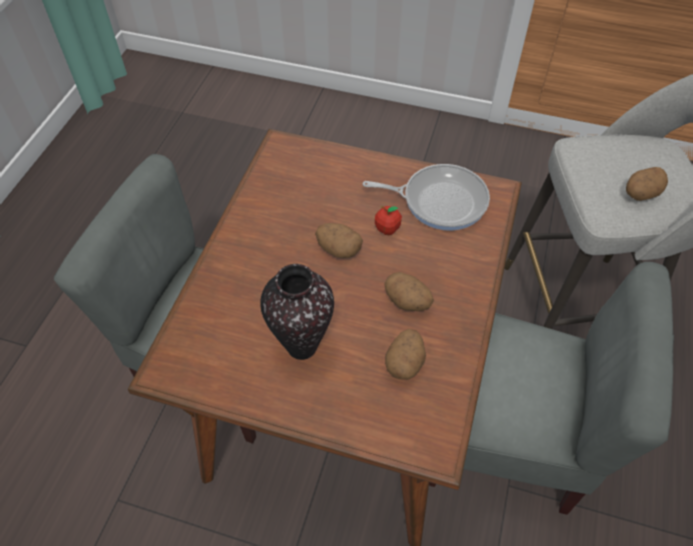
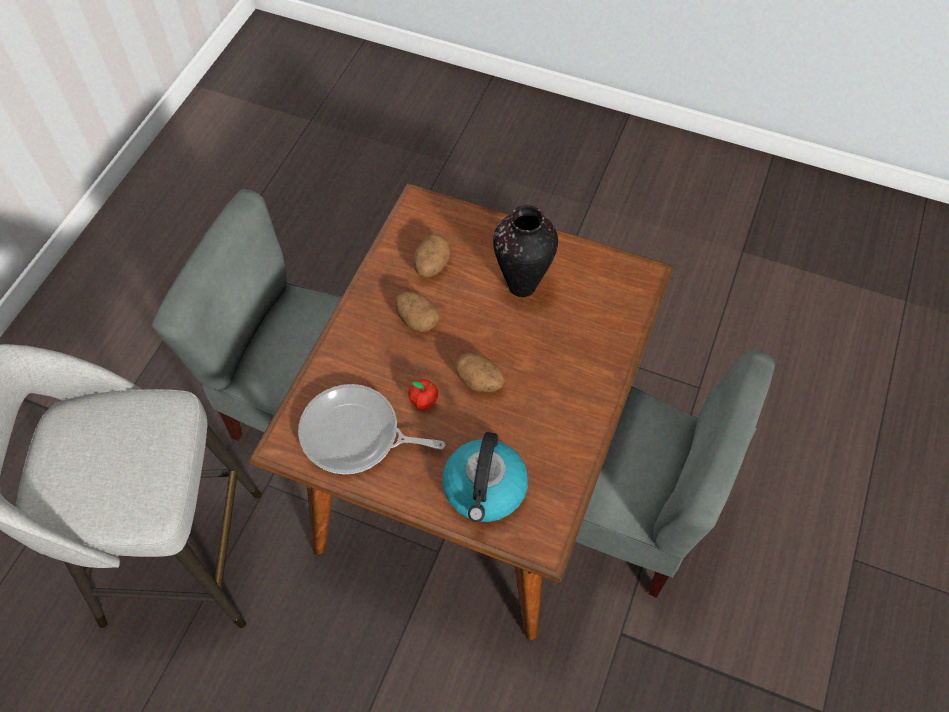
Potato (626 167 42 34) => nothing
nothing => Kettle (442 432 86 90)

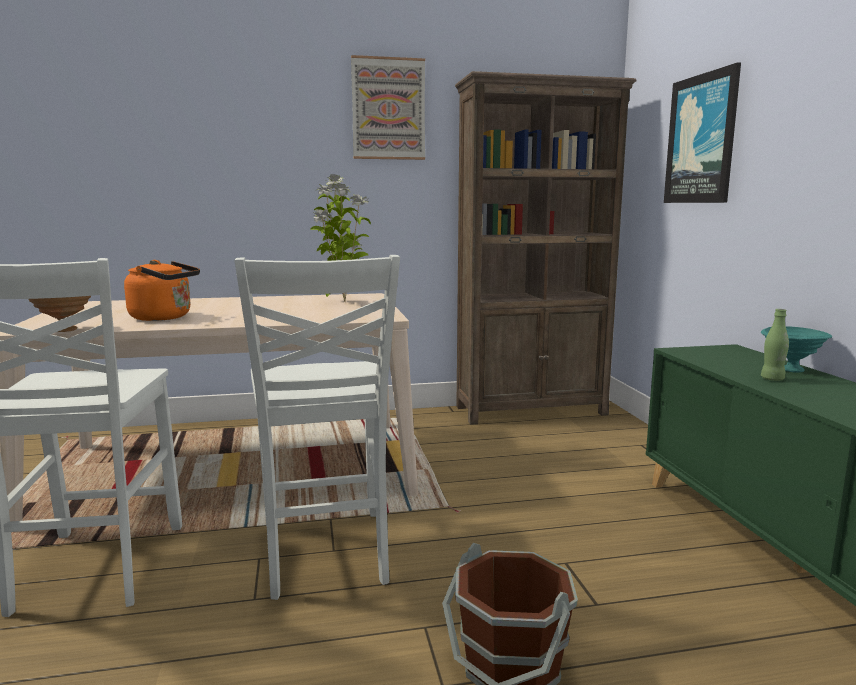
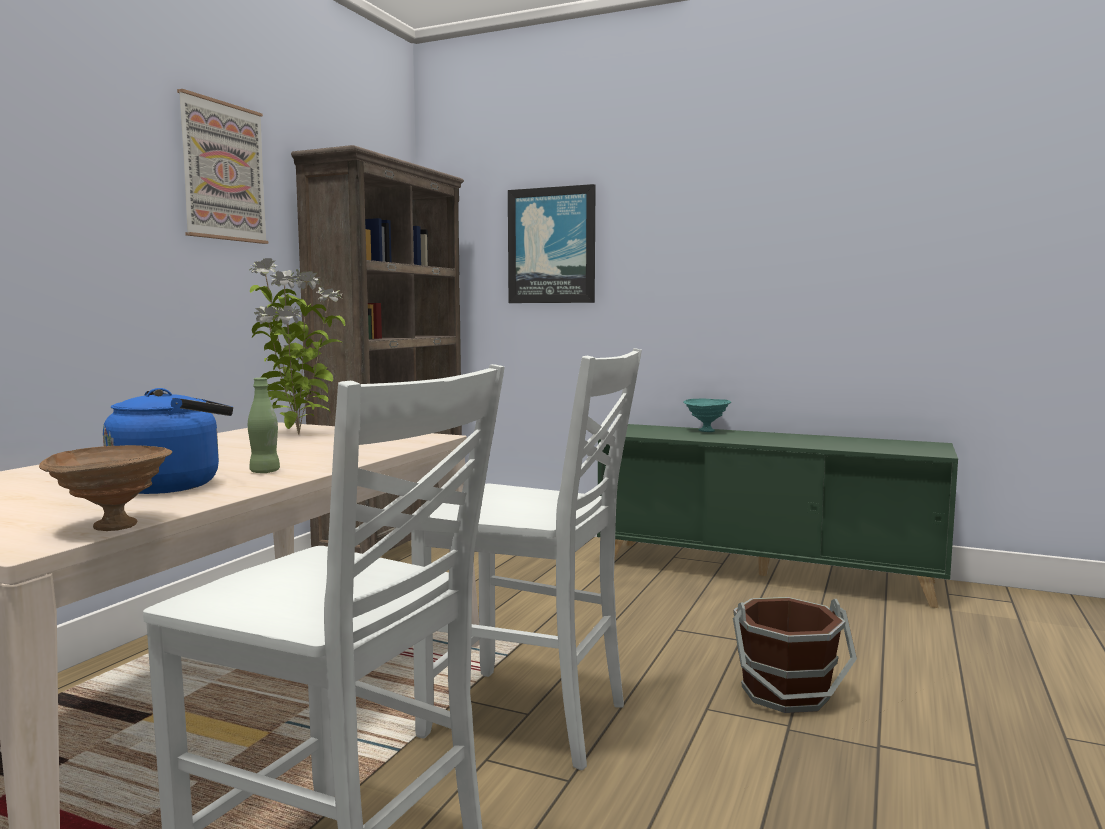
OrangeKettle (124 260 76 61) => BlueKettle (103 388 130 106)
GreenBottle (761 309 28 72) => GreenBottle (248 378 32 95), relocated

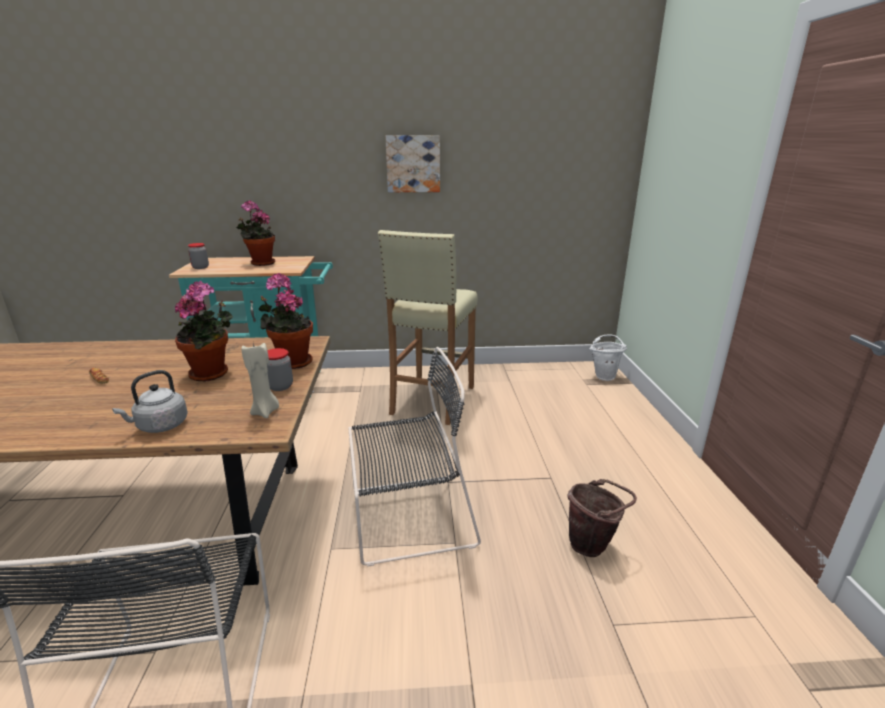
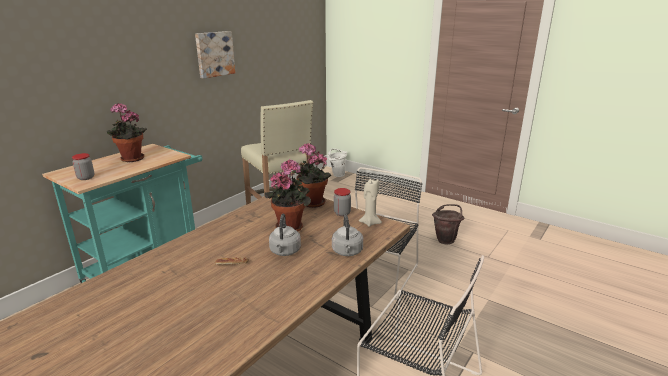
nothing => GreyKettle (269 214 32 42)

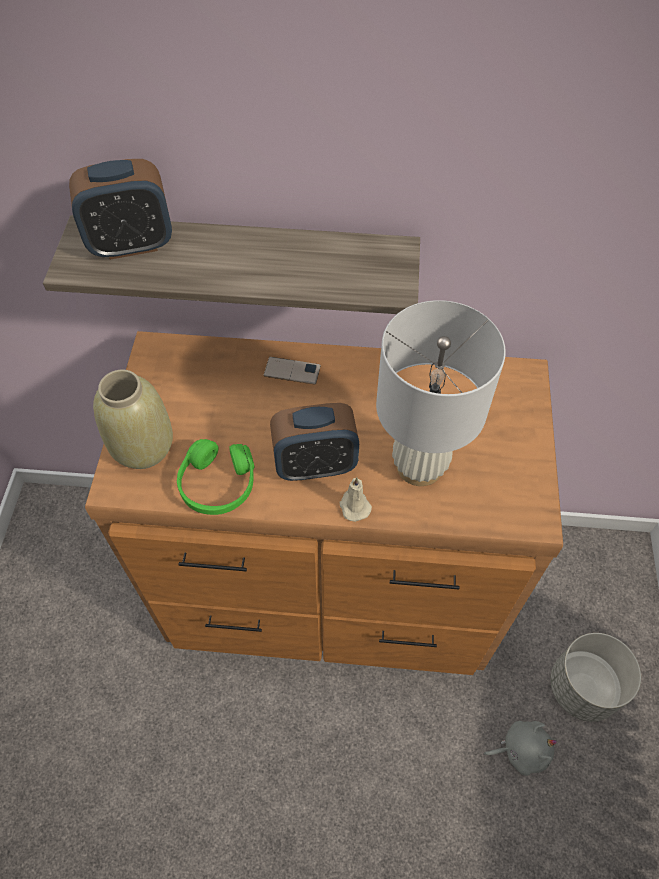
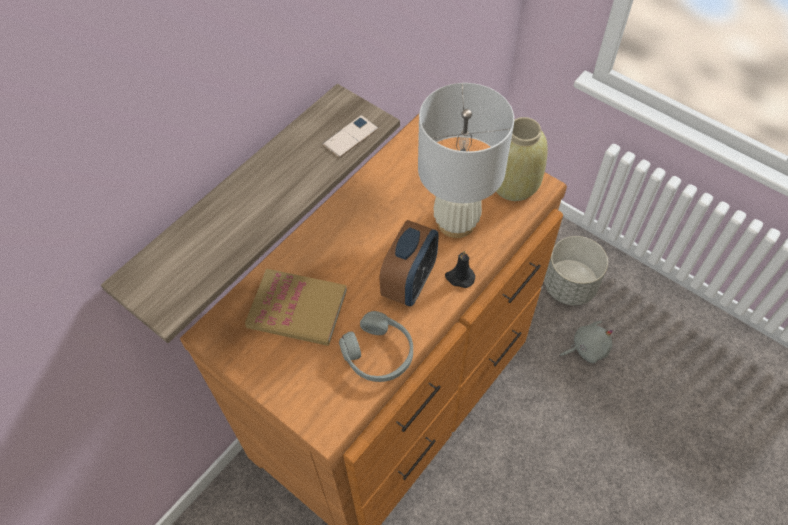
AlarmClock (69 159 103 101) => nothing
Phone (264 357 57 28) => Phone (323 115 55 43), relocated
BeigeVase (93 369 80 100) => BeigeVase (496 117 52 84), relocated
GreenHeadphones (177 439 78 76) => GreyHeadphones (339 311 74 71)
BeigeCandle (340 477 32 45) => BlackCandle (445 251 30 37)
GreyPlushToy (483 721 74 55) => GreyPlushToy (560 321 53 42), 45 degrees clockwise
nothing => Book (245 269 102 77)

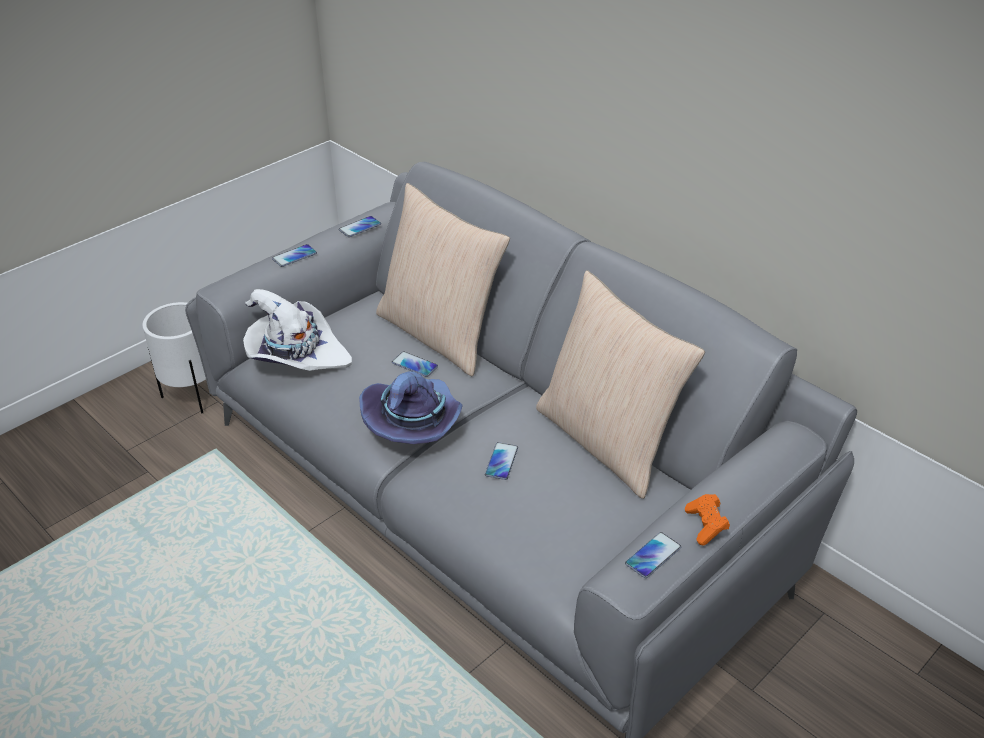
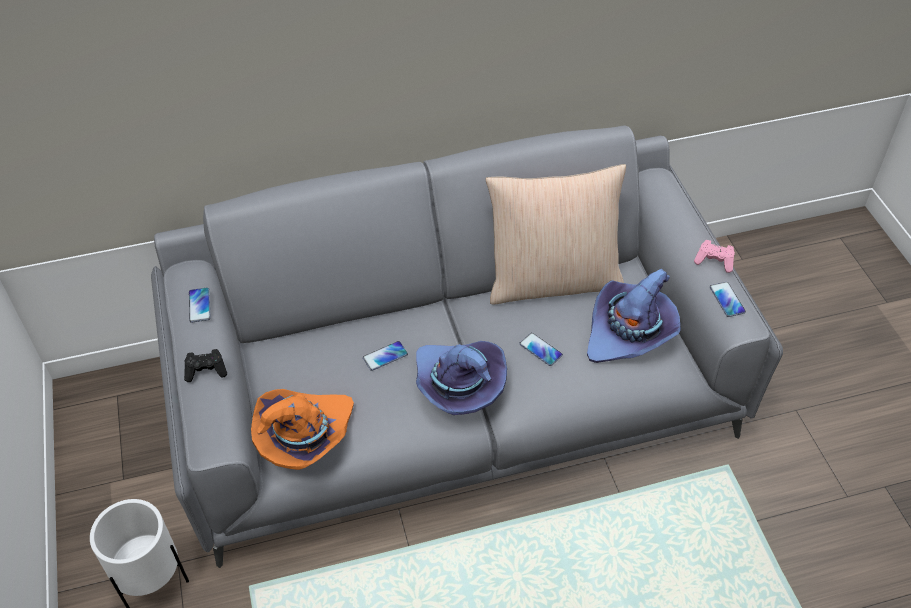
BeigePillow (376 183 134 193) => nothing
Phone (272 244 45 23) => BlackGameController (184 349 43 33)
WhiteHat (243 289 109 82) => OrangeHat (251 389 103 81)
OrangeGameController (685 494 45 51) => PinkGameController (694 240 41 33)
nothing => PurpleHat (587 269 94 94)

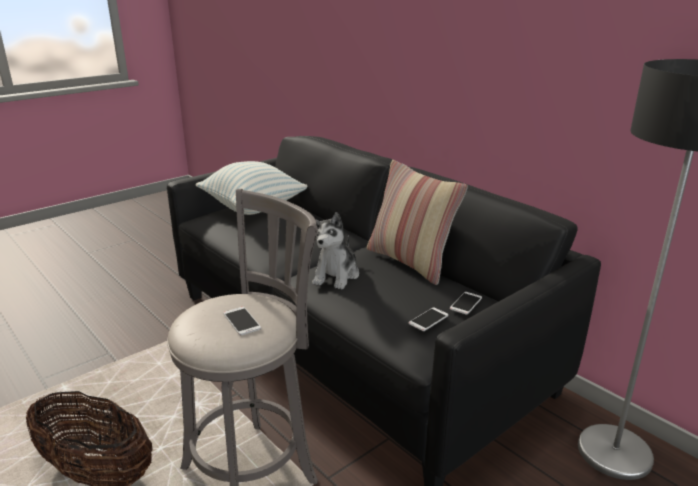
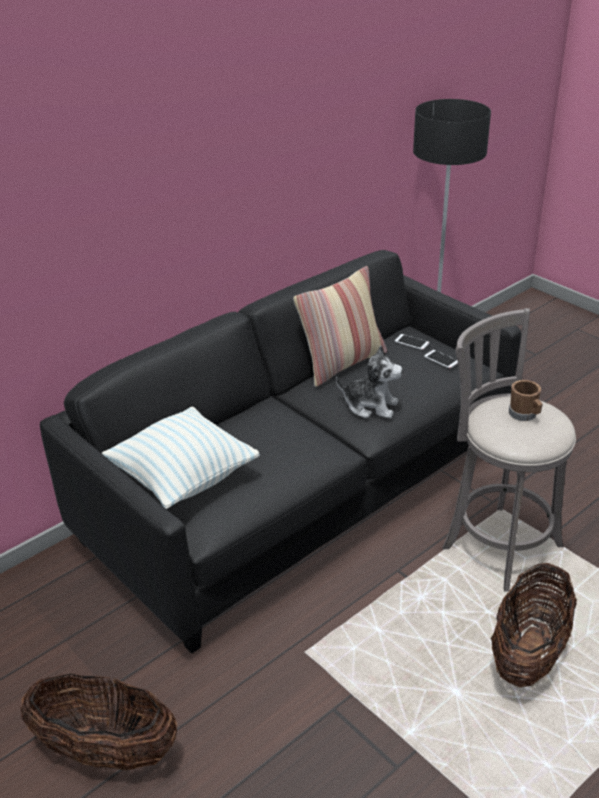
Phone (223 307 38 28) => BrownMug (509 380 34 41)
nothing => Basket (20 673 157 97)

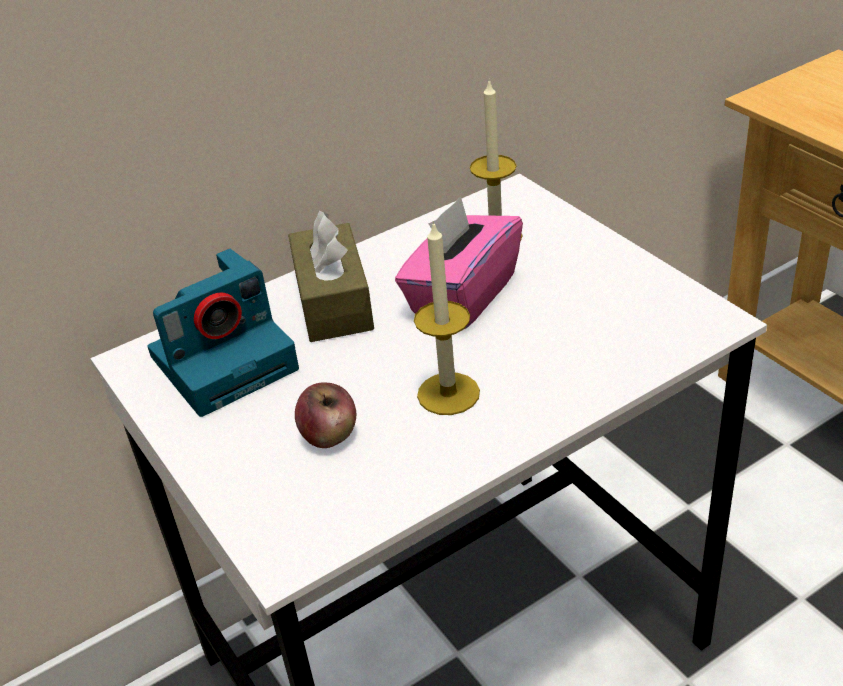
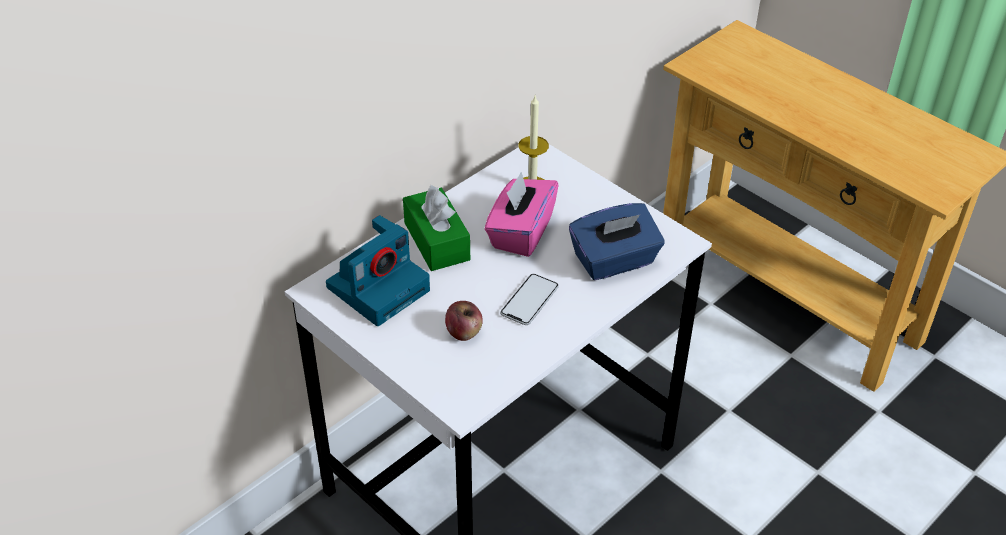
BrownTissueBox (288 211 86 131) => GreenTissueBox (403 185 67 86)
Candle (414 221 66 194) => Phone (500 274 59 51)
nothing => BlueTissueBox (569 203 96 77)

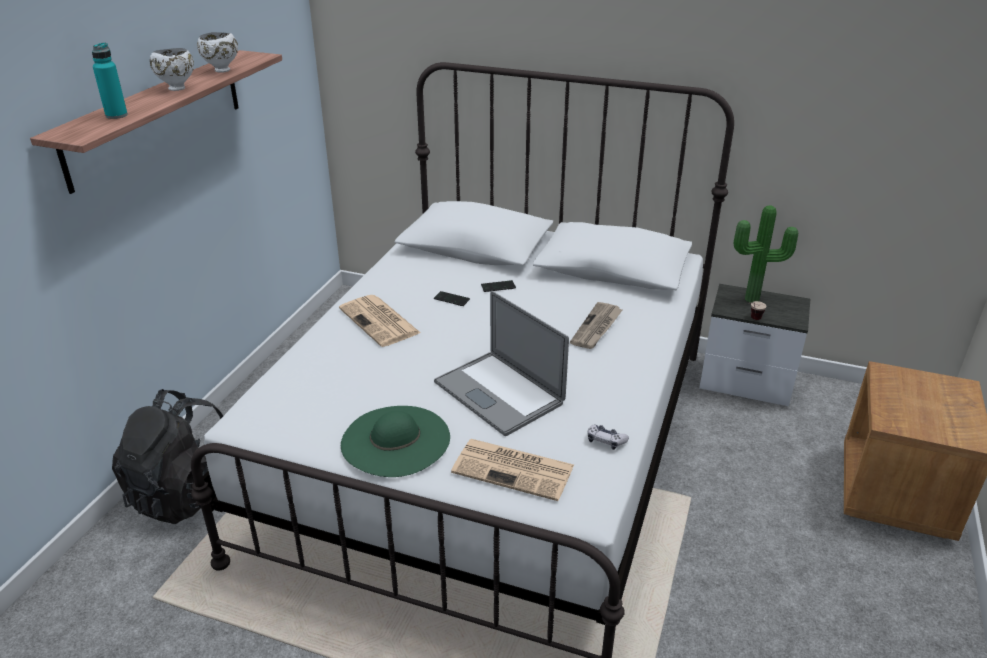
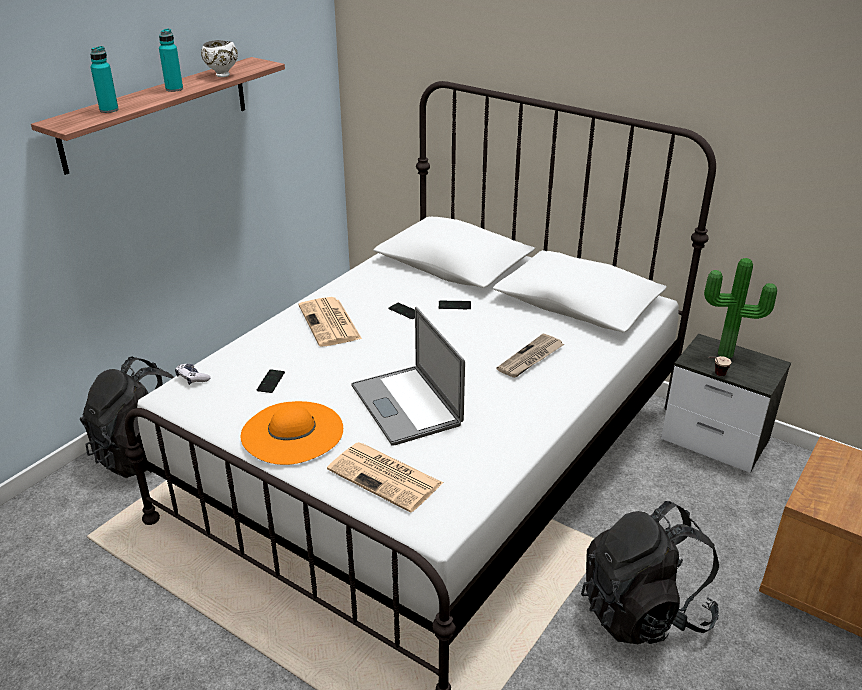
WhiteBowl (150 48 44 43) => TurquoiseBottle (159 28 24 64)
GreenHat (341 406 109 71) => OrangeHat (240 401 103 64)
GameController (588 424 41 26) => GameController (175 364 36 21), relocated
nothing => Phone (257 369 28 24)
nothing => BlackBackpack (581 501 138 143)

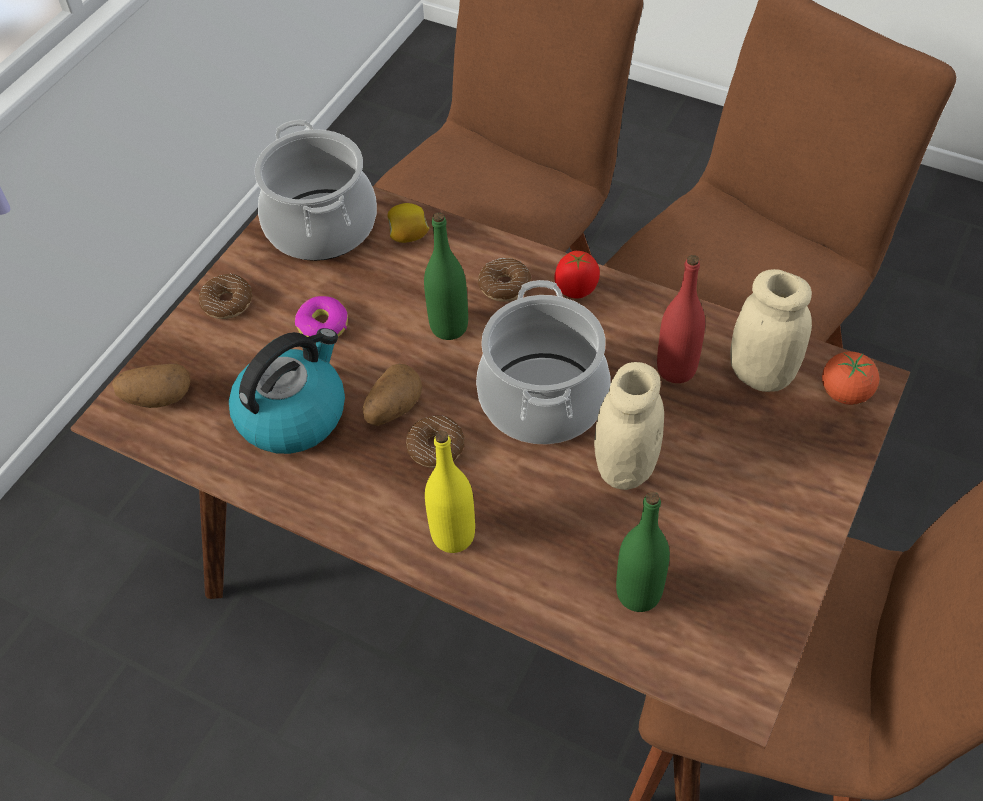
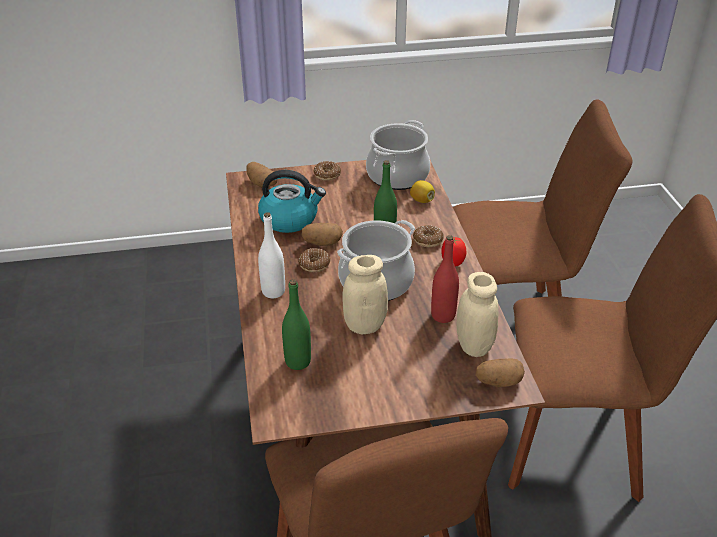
Donut (295 296 53 41) => nothing
Tomato (822 351 57 54) => Potato (475 358 50 29)
YellowBottle (425 431 50 122) => WhiteBottle (258 212 27 86)

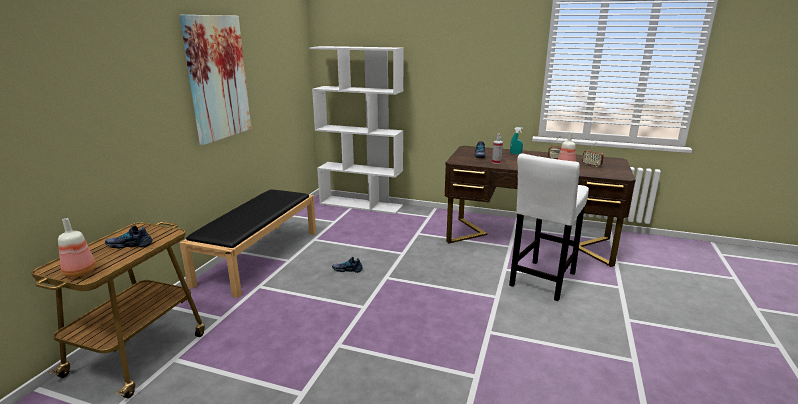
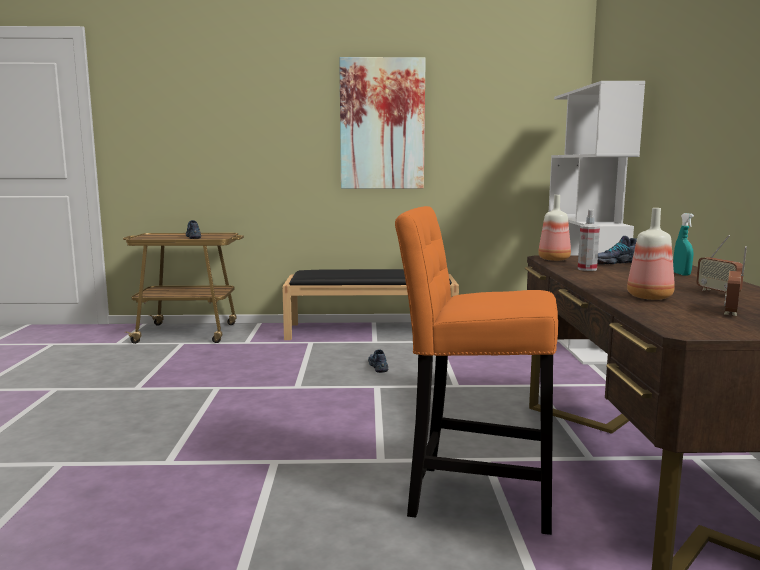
WhiteStool (509 153 80 148) => OrangeStool (395 206 163 329)
Bottle (58 218 38 59) => Bottle (538 195 33 66), relocated

